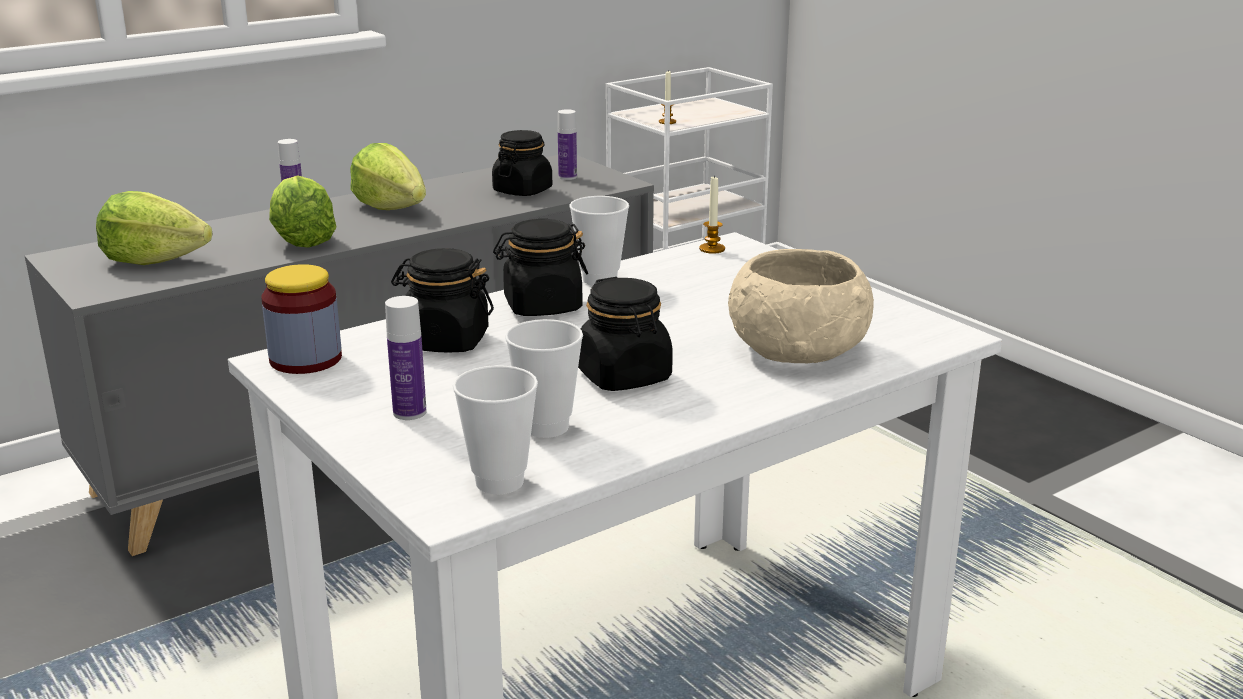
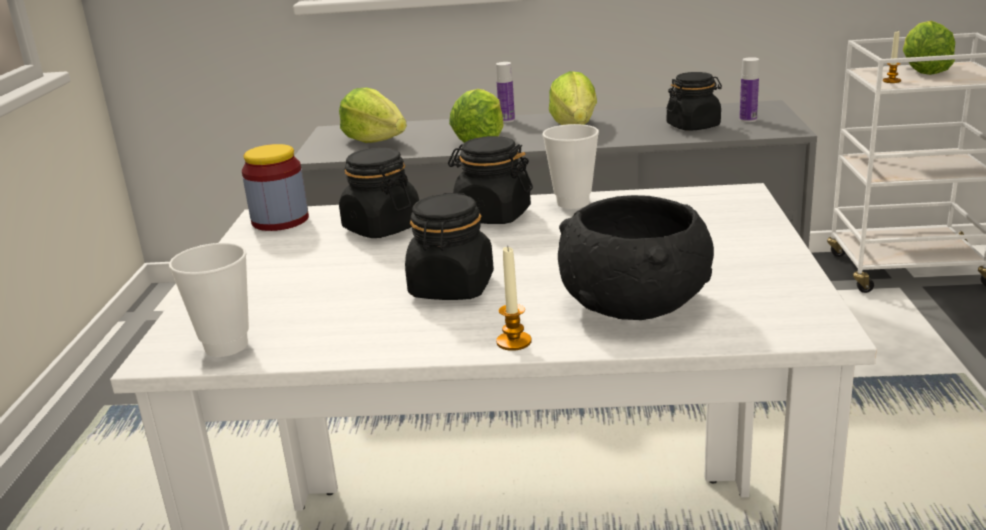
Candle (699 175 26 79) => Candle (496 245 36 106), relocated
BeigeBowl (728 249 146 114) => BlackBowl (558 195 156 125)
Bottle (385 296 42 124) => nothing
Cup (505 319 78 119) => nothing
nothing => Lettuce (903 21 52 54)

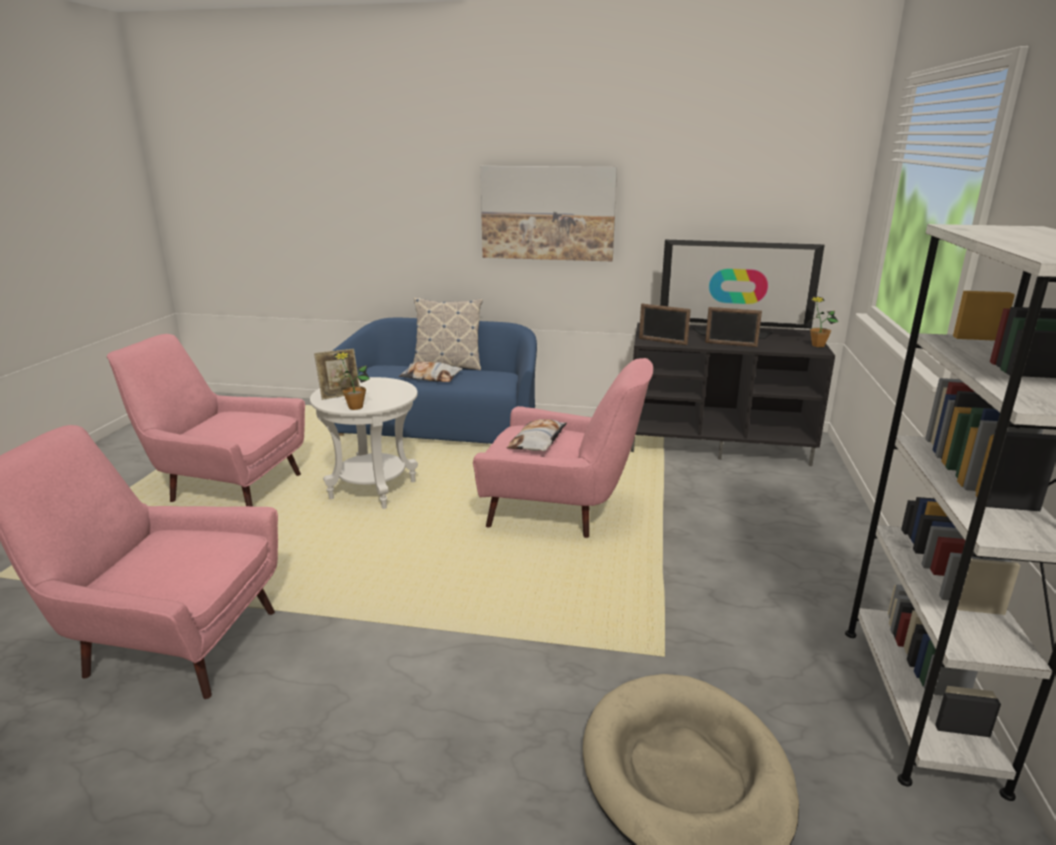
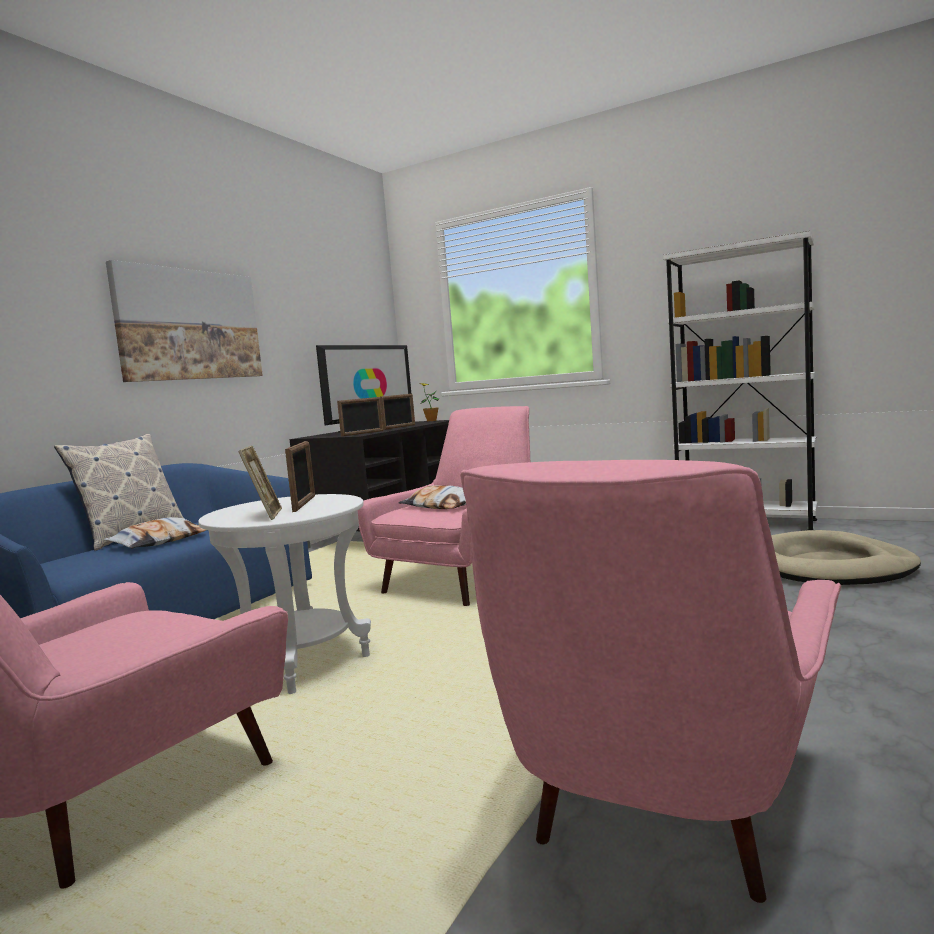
PottedPlant (334 352 36 58) => nothing
nothing => PictureFrame (285 441 30 71)

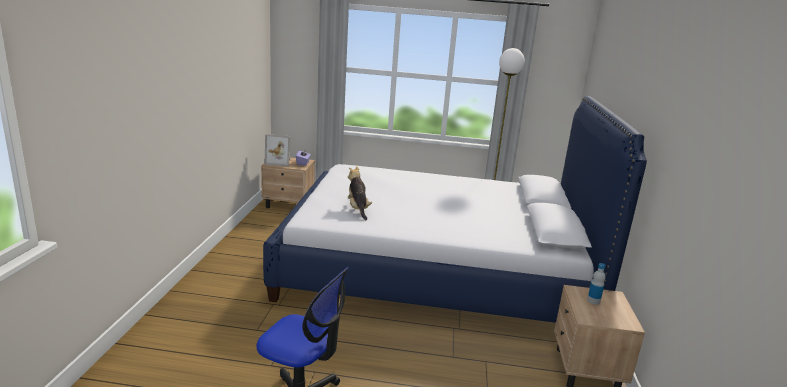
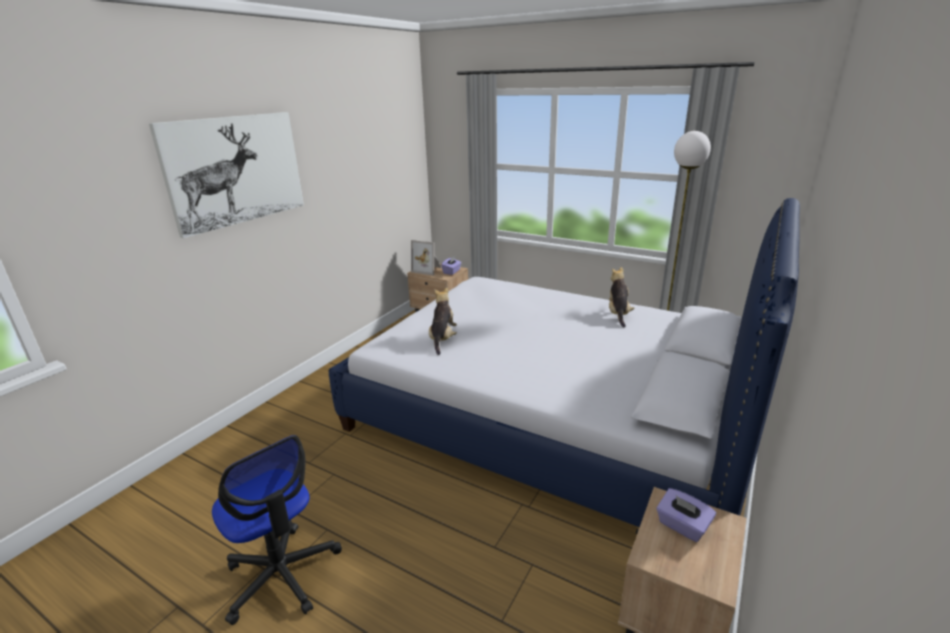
Bottle (587 263 19 42) => PurpleTissueBox (656 488 60 54)
nothing => Picture (149 112 155 126)
nothing => PlushToy (609 267 26 61)

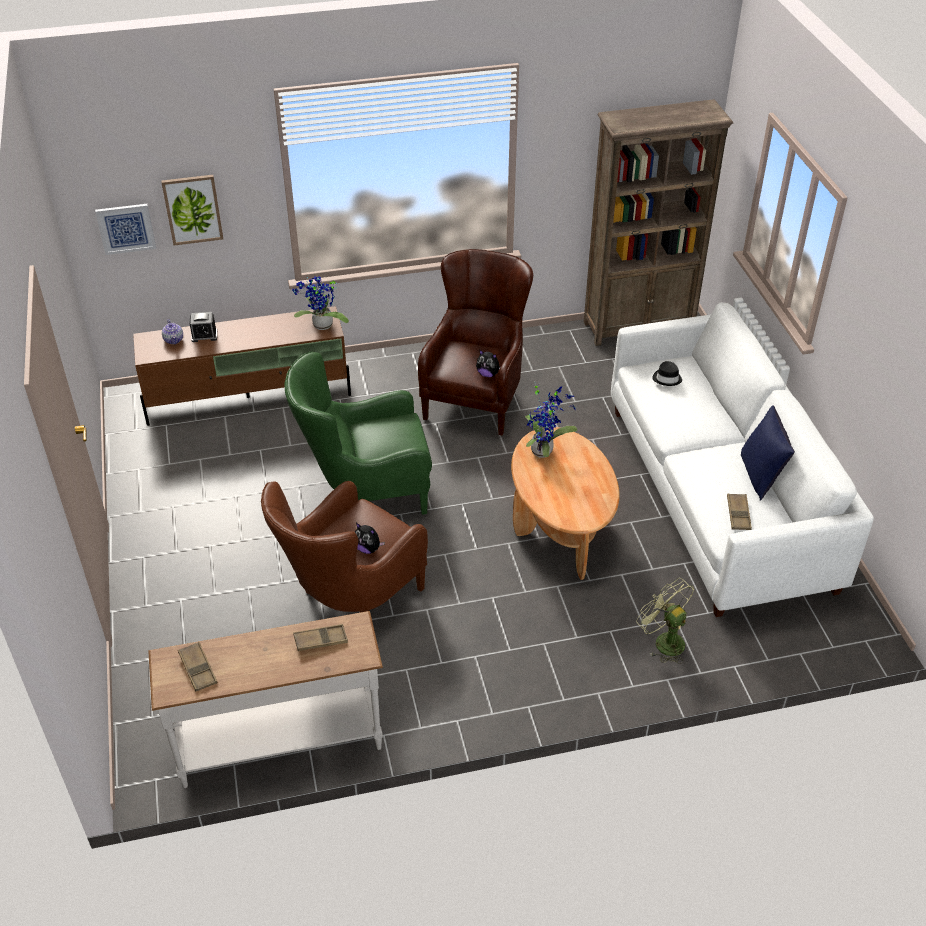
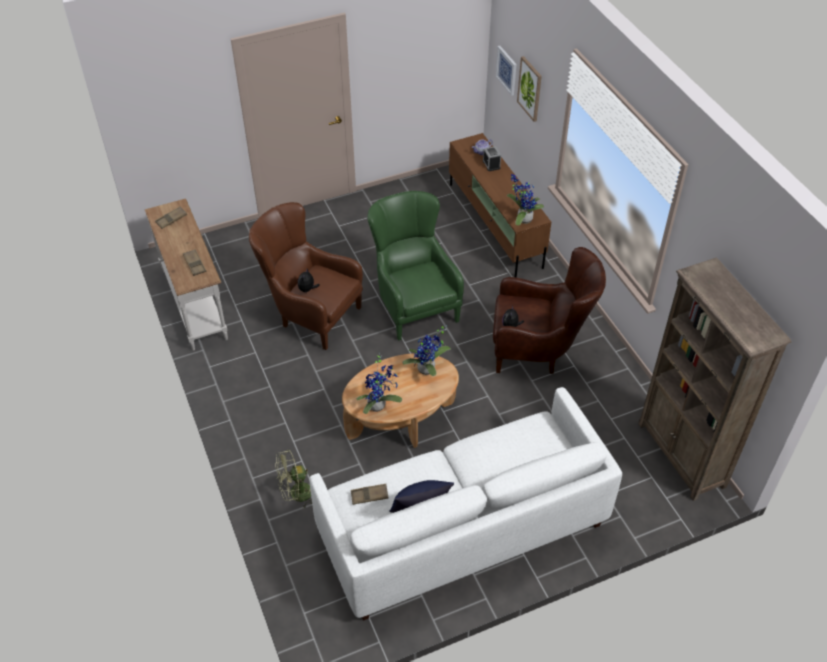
BlackHat (652 361 30 25) => nothing
GreenFan (636 578 58 86) => GreenFan (275 449 37 60), 150 degrees counterclockwise
nothing => PottedPlant (356 355 46 59)

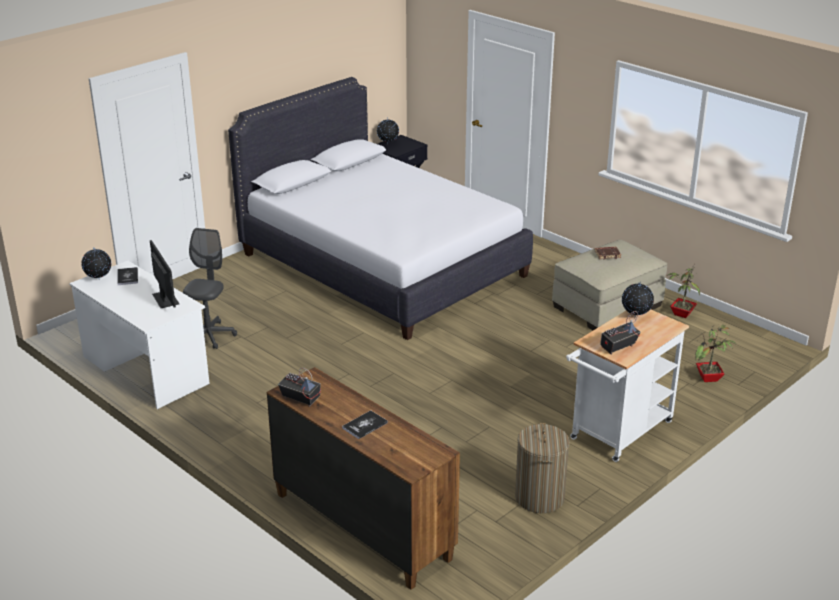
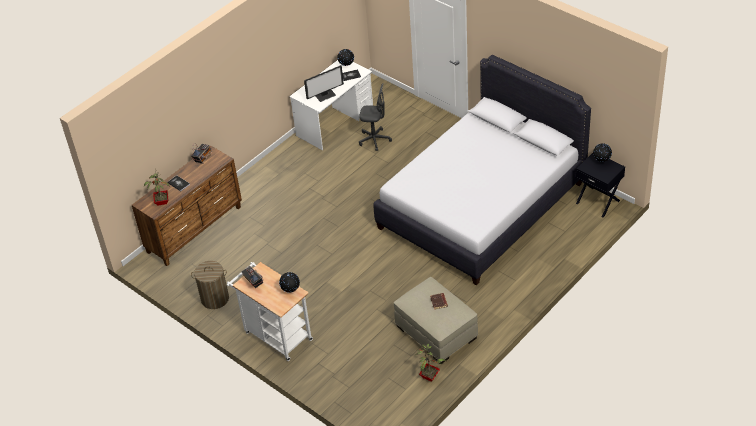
PottedPlant (695 325 41 57) => PottedPlant (144 170 26 36), relocated

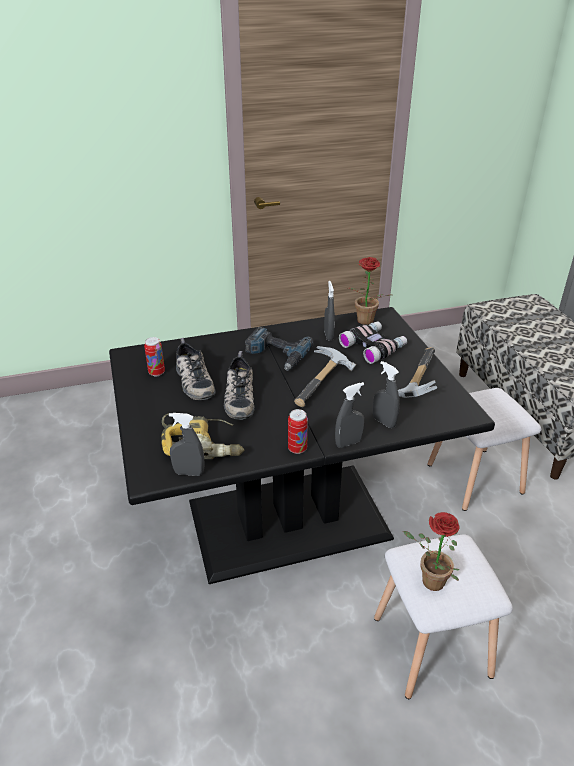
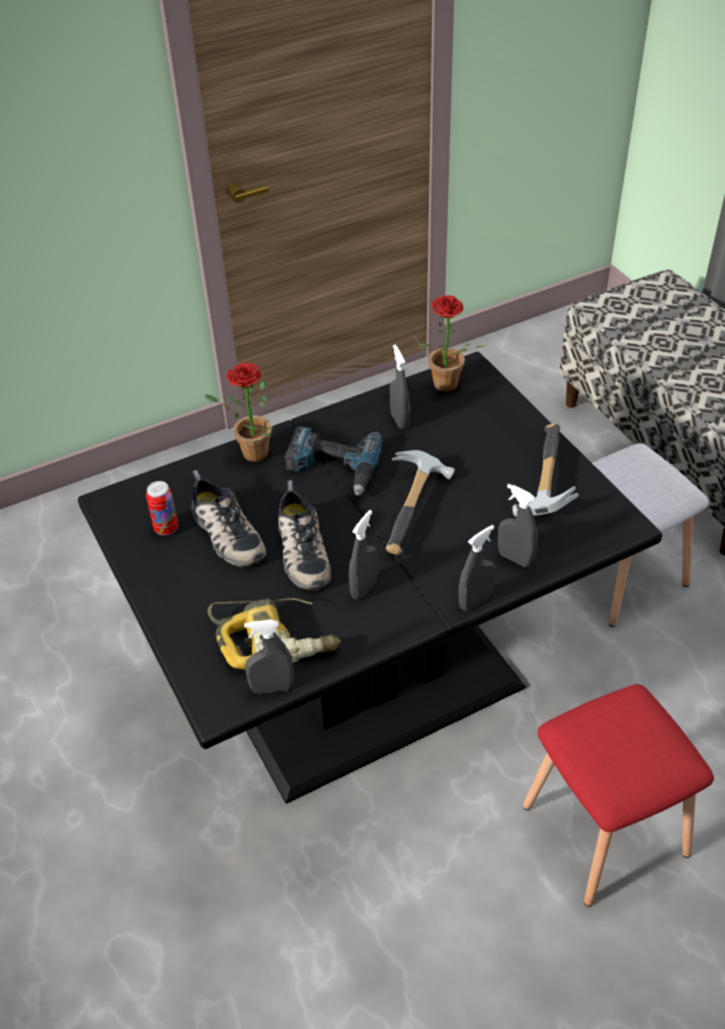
Binoculars (339 321 68 43) => nothing
Can (288 409 20 45) => nothing
PottedPlant (403 512 56 79) => PottedPlant (204 363 70 99), relocated
WhiteStool (374 534 139 165) => RedStool (523 684 191 223)
nothing => GreySprayBottle (349 510 30 90)

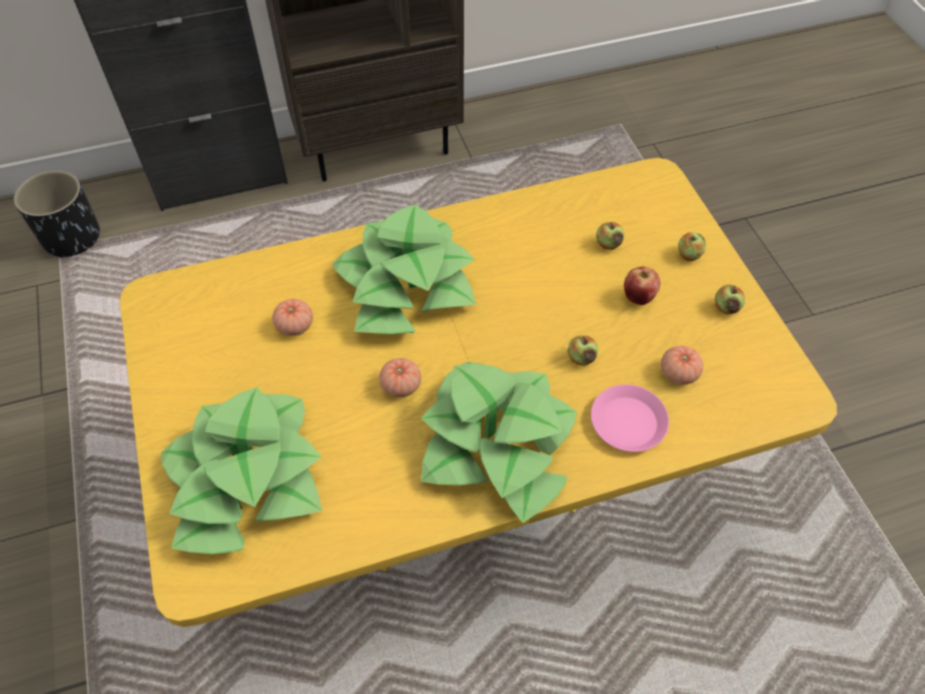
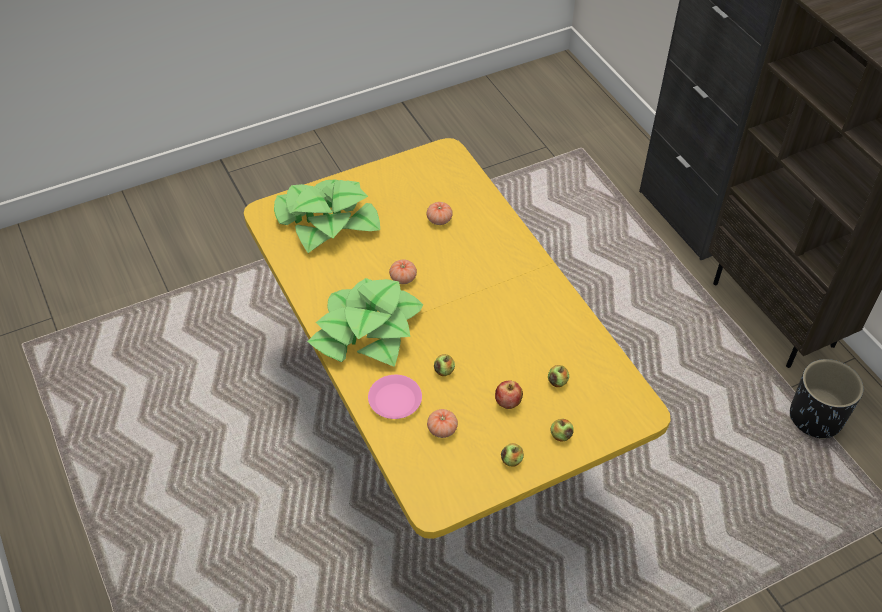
BlackPlanter (14 170 86 88) => BlackPlanter (790 359 73 80), relocated
PottedPlant (332 205 144 129) => nothing

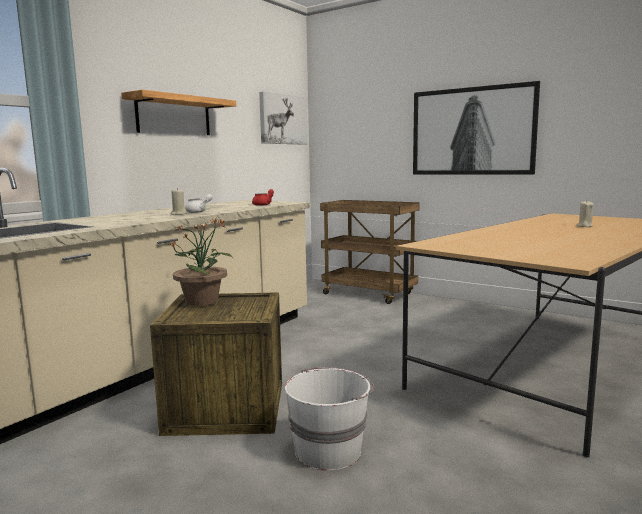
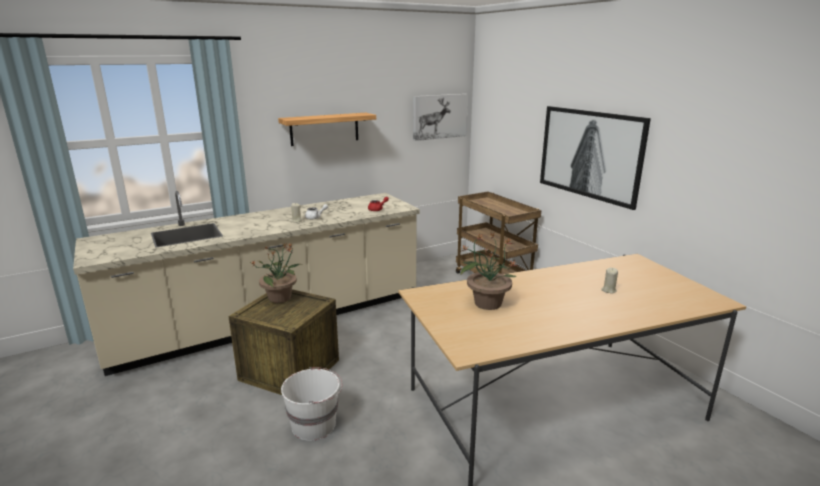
nothing => PottedPlant (460 233 58 77)

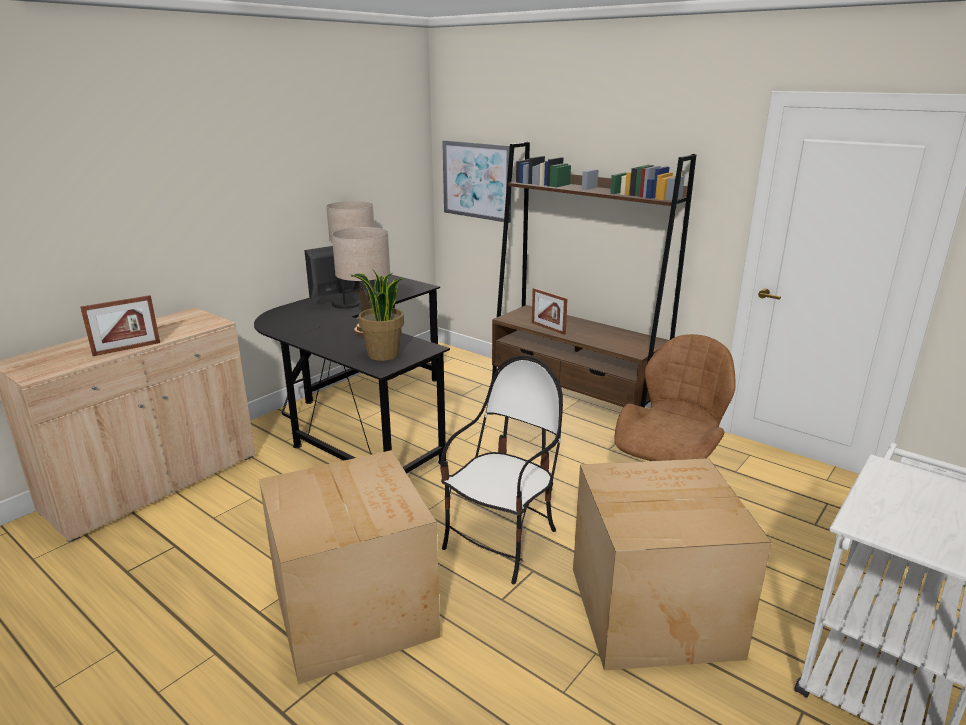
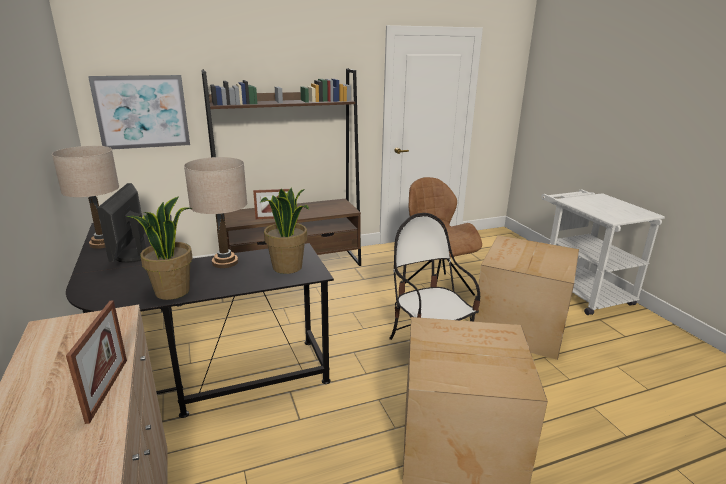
nothing => PottedPlant (126 197 67 103)

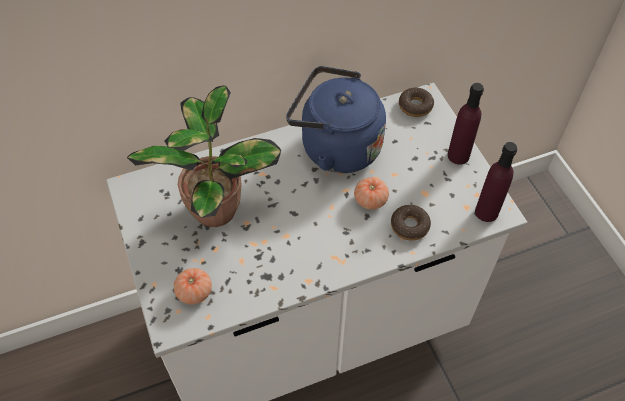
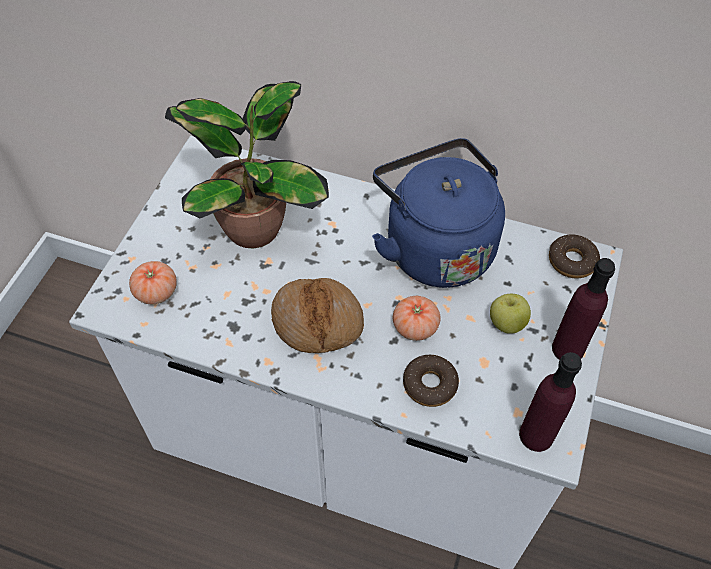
nothing => Bread (271 278 93 75)
nothing => Apple (490 294 41 40)

